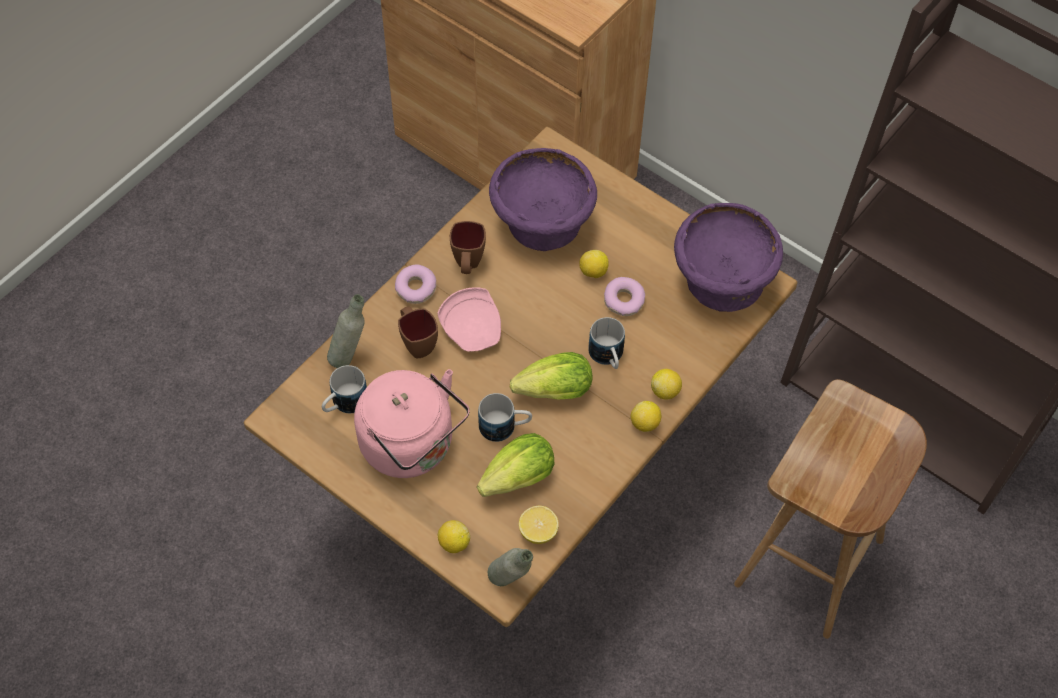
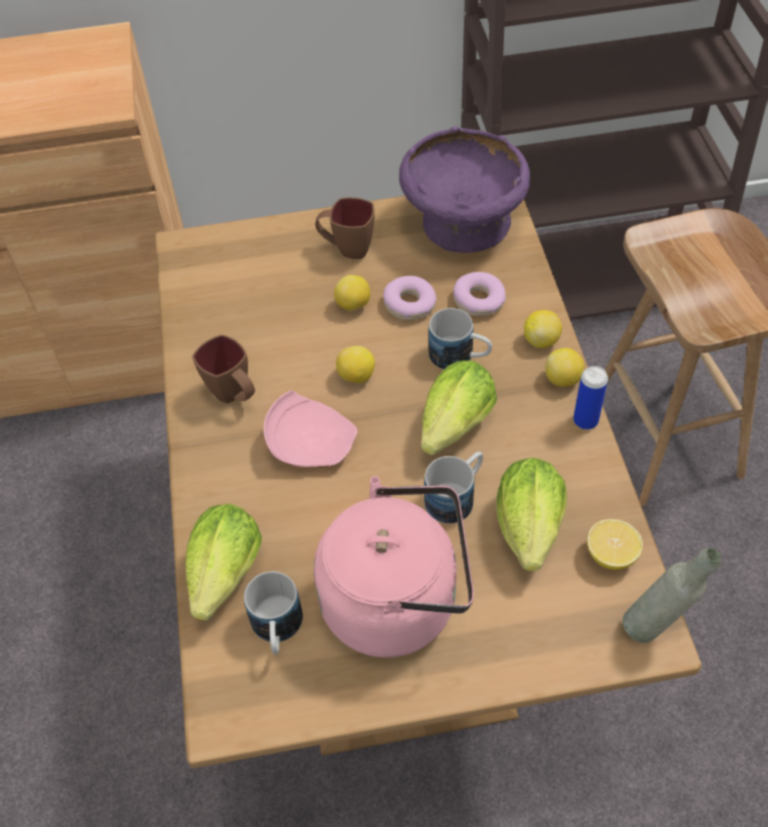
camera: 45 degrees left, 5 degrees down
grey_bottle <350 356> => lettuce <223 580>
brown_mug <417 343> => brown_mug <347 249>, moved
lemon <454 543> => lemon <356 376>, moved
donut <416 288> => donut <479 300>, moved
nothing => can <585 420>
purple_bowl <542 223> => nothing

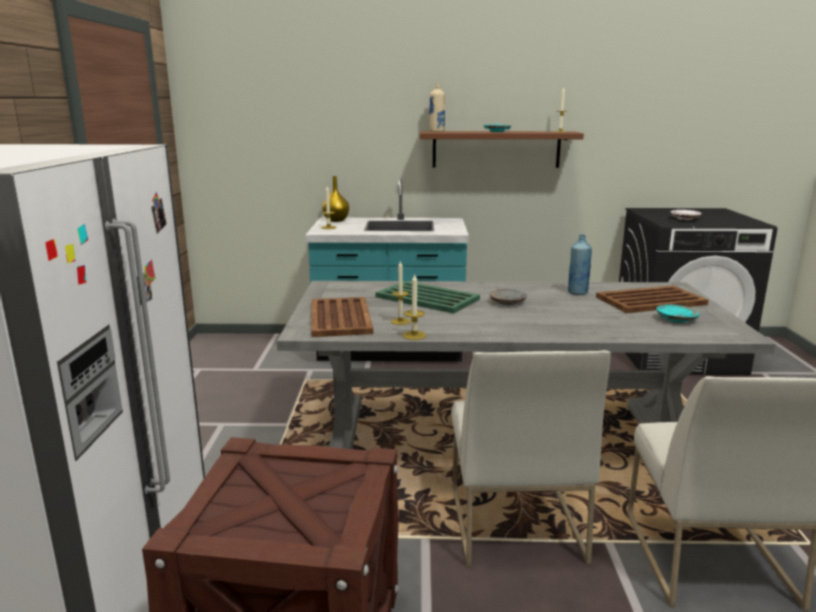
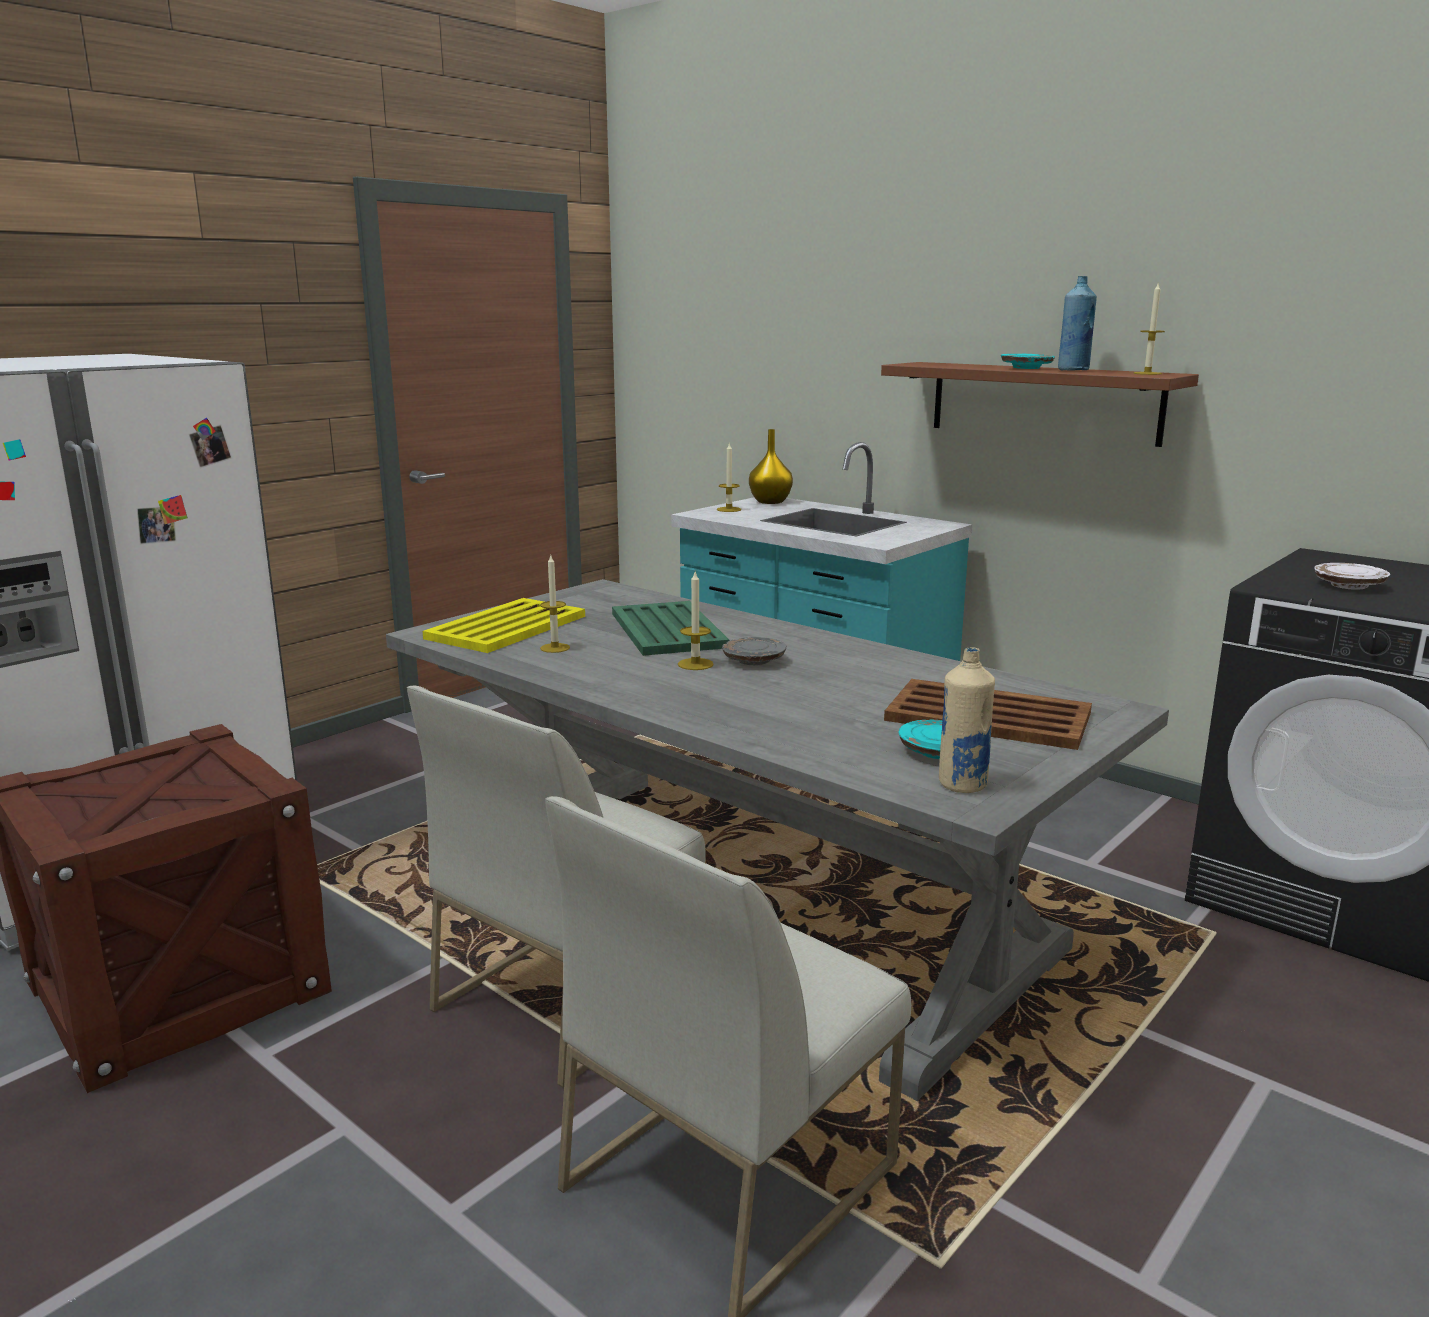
camera: 40 degrees right, 0 degrees up
brown_tray <340 317> => yellow_tray <508 627>
candle <414 335> => candle <695 664>, moved
beige_bottle <436 131> => beige_bottle <962 785>, moved
blue_bottle <577 292> => blue_bottle <1073 370>, moved

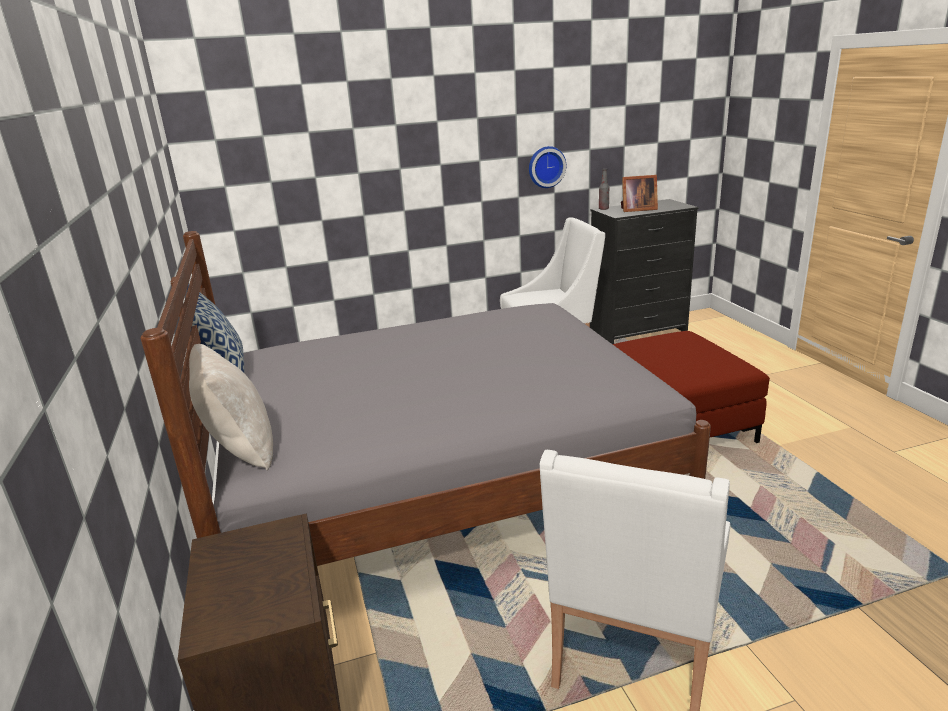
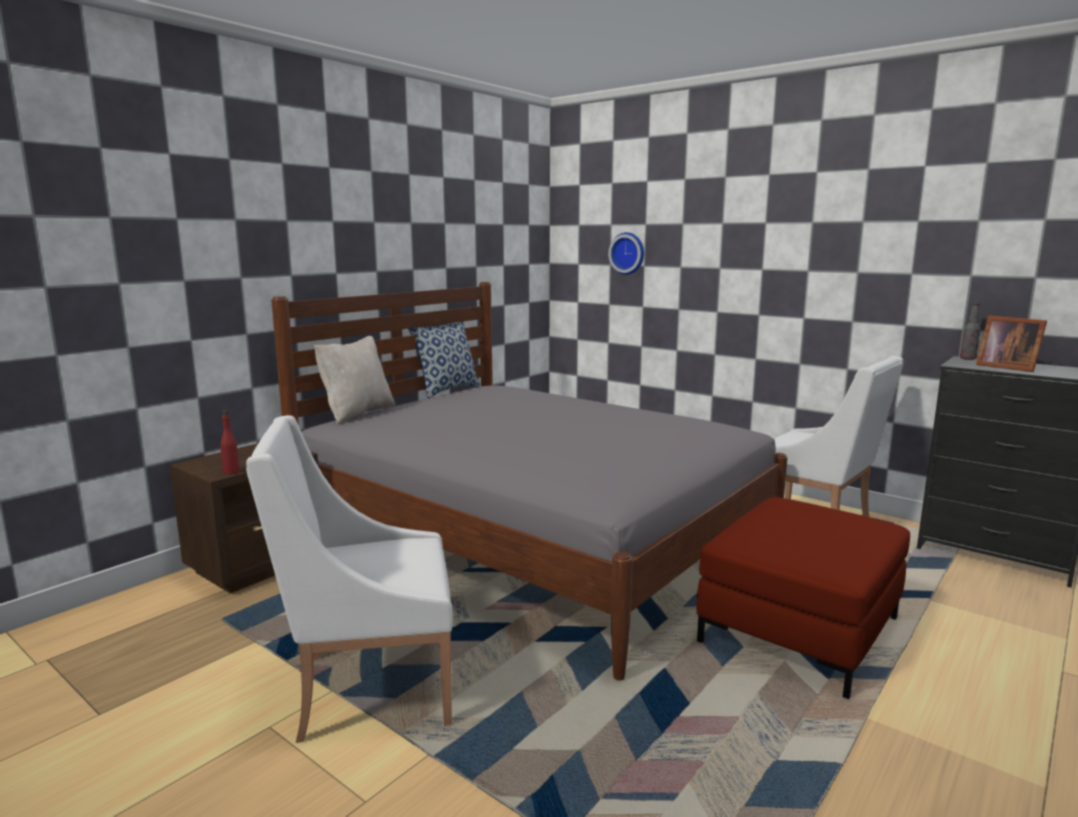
camera: 55 degrees right, 10 degrees down
nothing => red_bottle <231 472>
wall_clock <546 167> => wall_clock <628 253>, moved

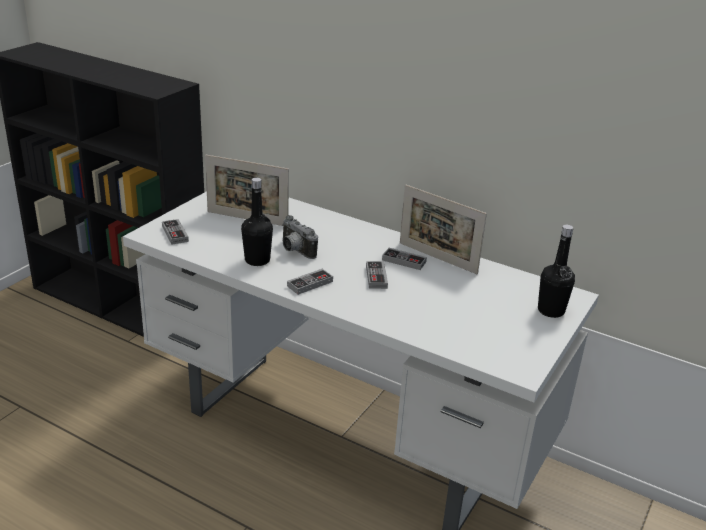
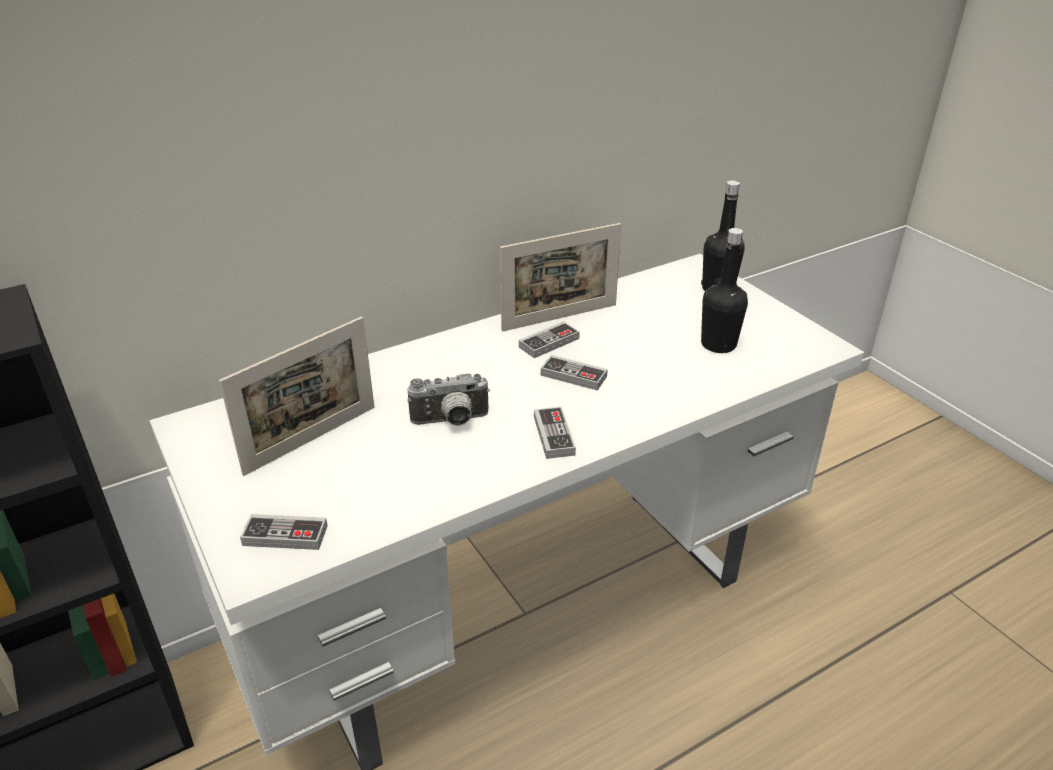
camera: 60 degrees left, 5 degrees up
black_bottle <257 260> => black_bottle <718 344>, moved

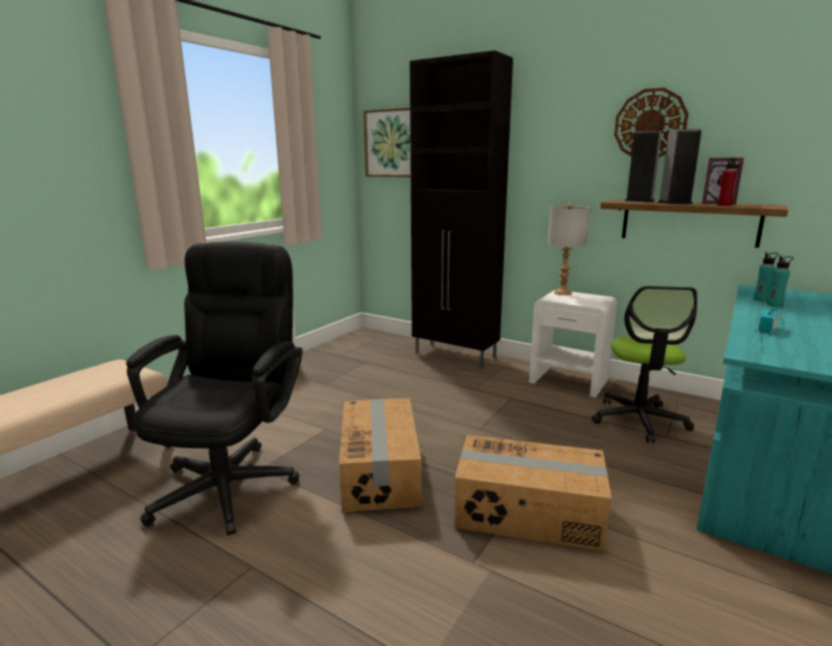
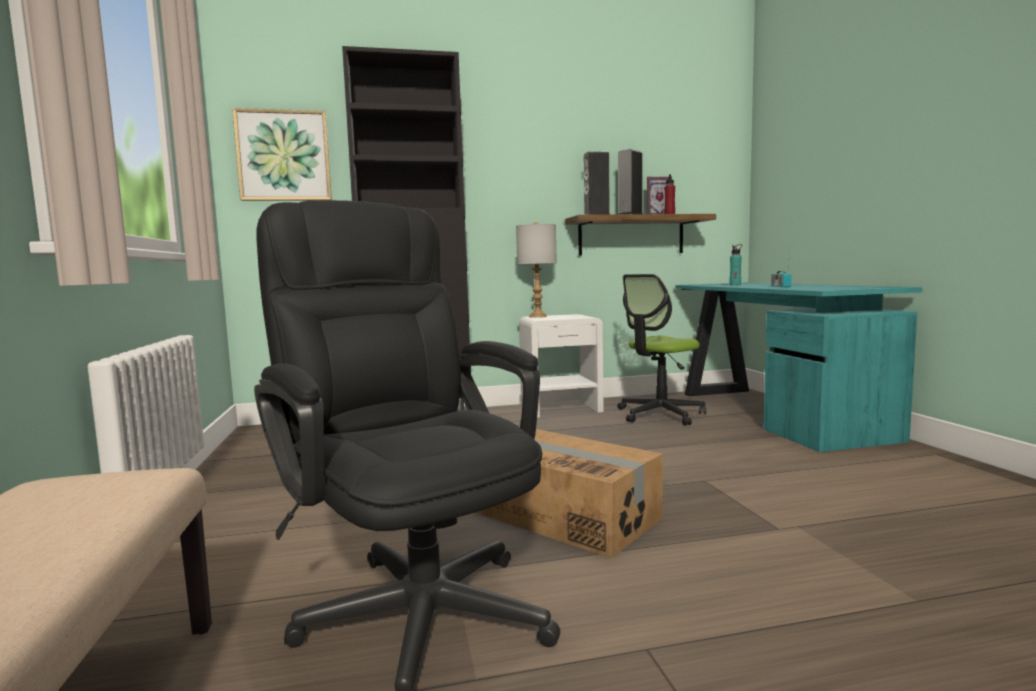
camera: 45 degrees left, 10 degrees down
office_chair <639 420> => office_chair <660 414>, 90 degrees clockwise
cardboard_box <528 513> => nothing
wall_clock <650 124> => nothing
turquoise_bottle <761 299> => nothing

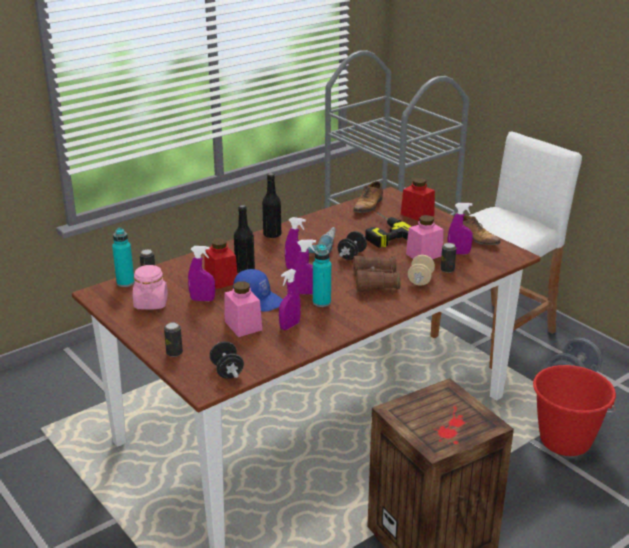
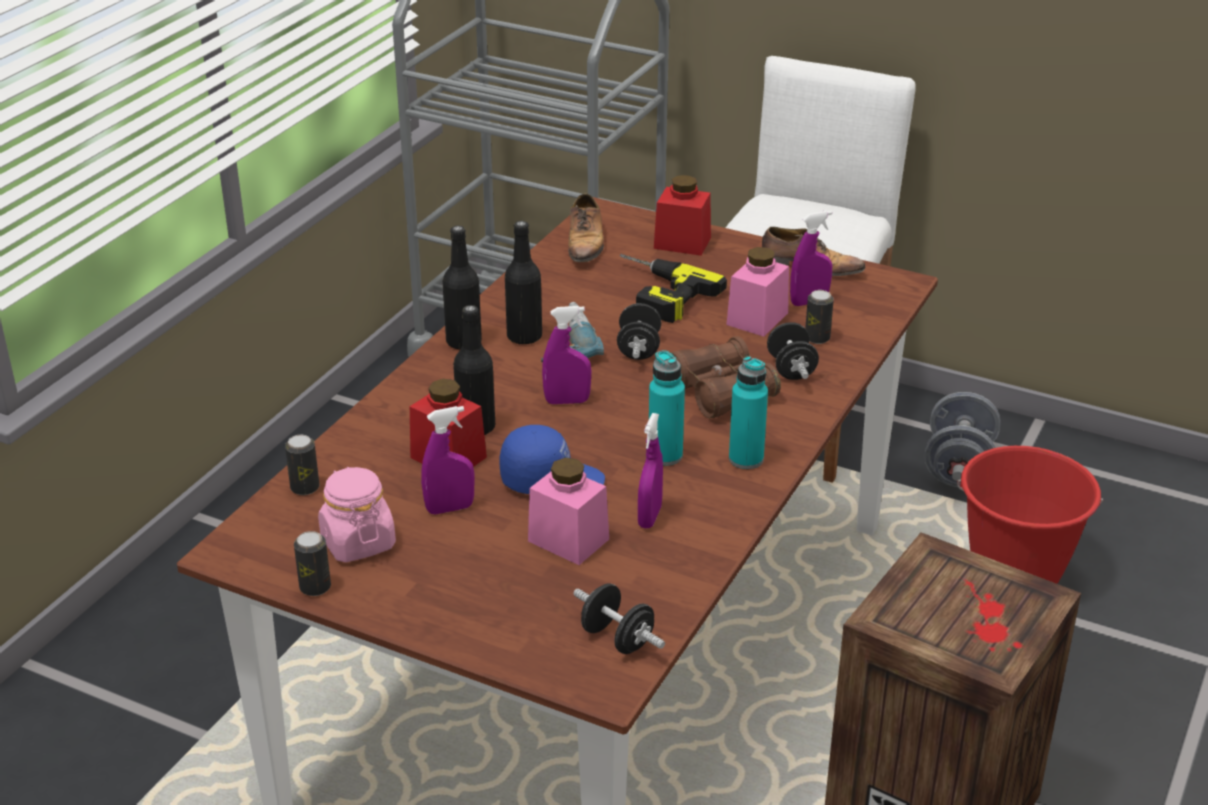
camera: 25 degrees left, 5 degrees up
can <174 353> => can <315 587>, moved
nothing => black_bottle <524 337>
turquoise_bottle <125 283> => turquoise_bottle <746 459>, moved
beige_dumbbell <420 280> => black_dumbbell <791 369>
purple_spray_bottle <306 293> => nothing

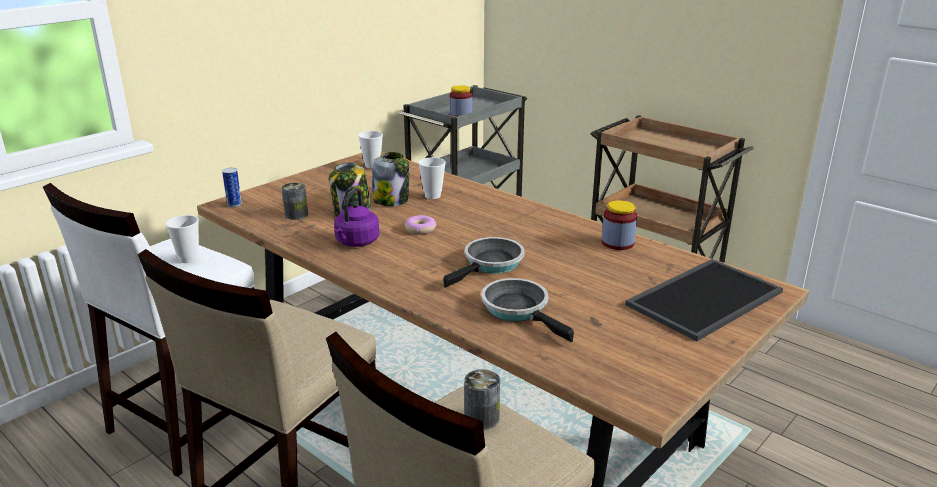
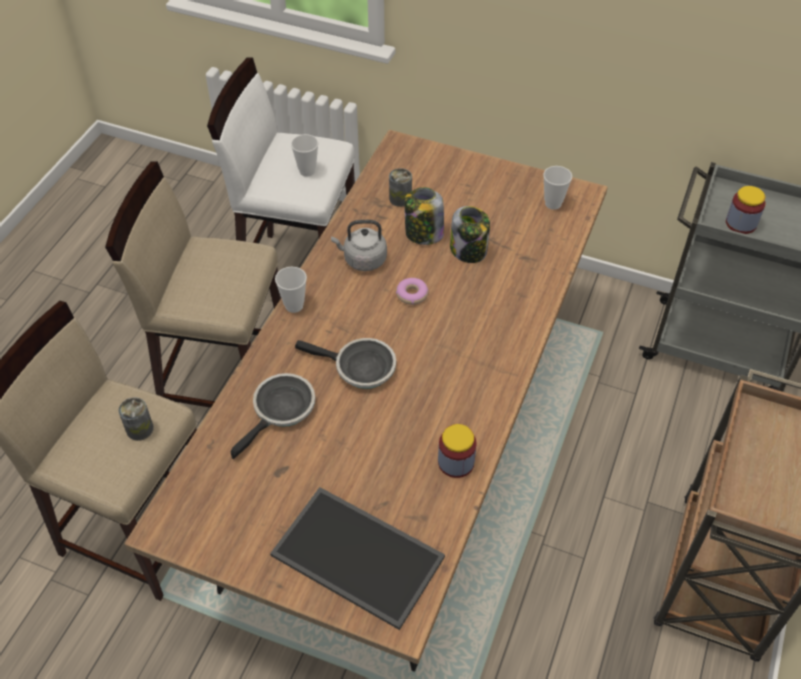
camera: 70 degrees right, 25 degrees up
cup <432 196> => cup <294 305>, moved
purple_kettle <356 242> => grey_kettle <362 260>
can <234 205> => nothing

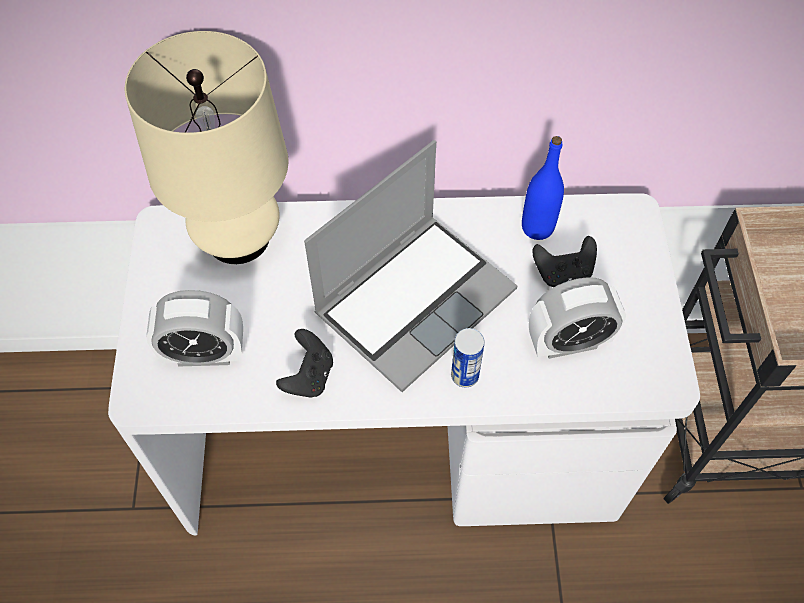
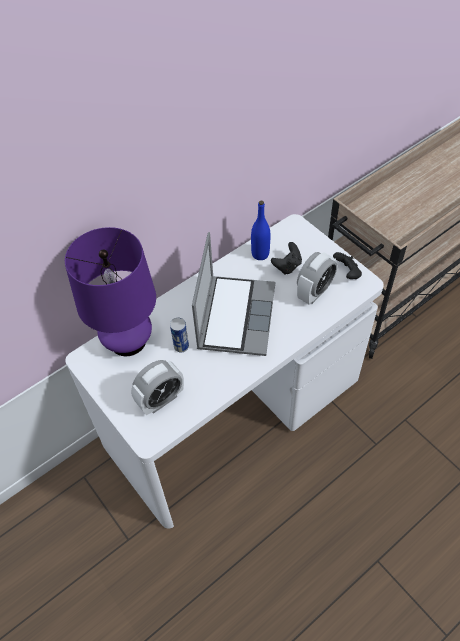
camera: 35 degrees left, 5 degrees down
beige_table_lamp <238 238> => purple_table_lamp <128 341>
can <464 375> => can <181 346>, moved
black_game_controller <309 376> => black_game_controller <347 273>, moved

